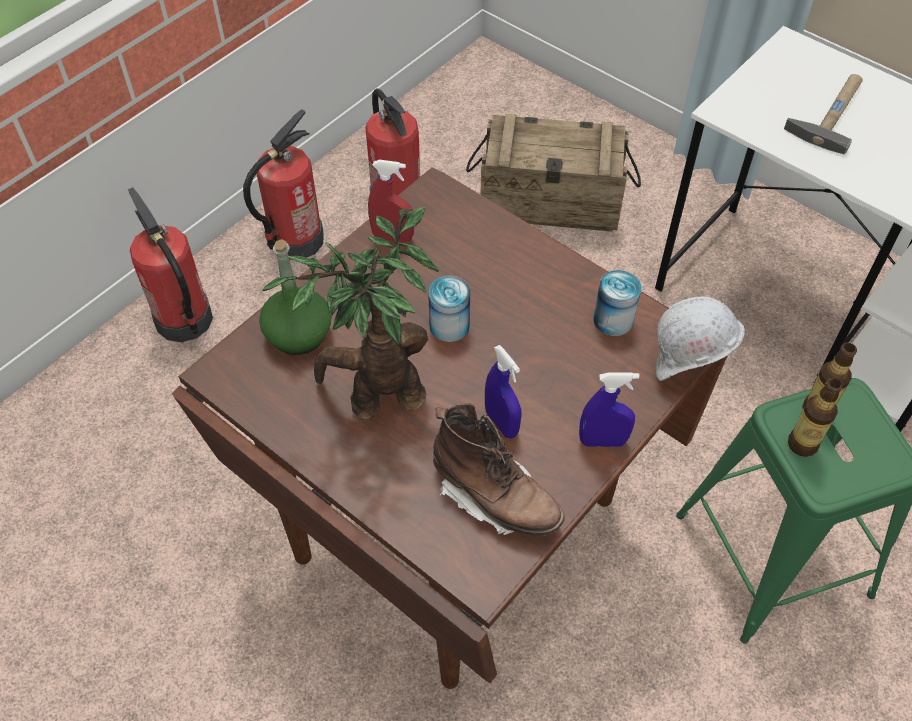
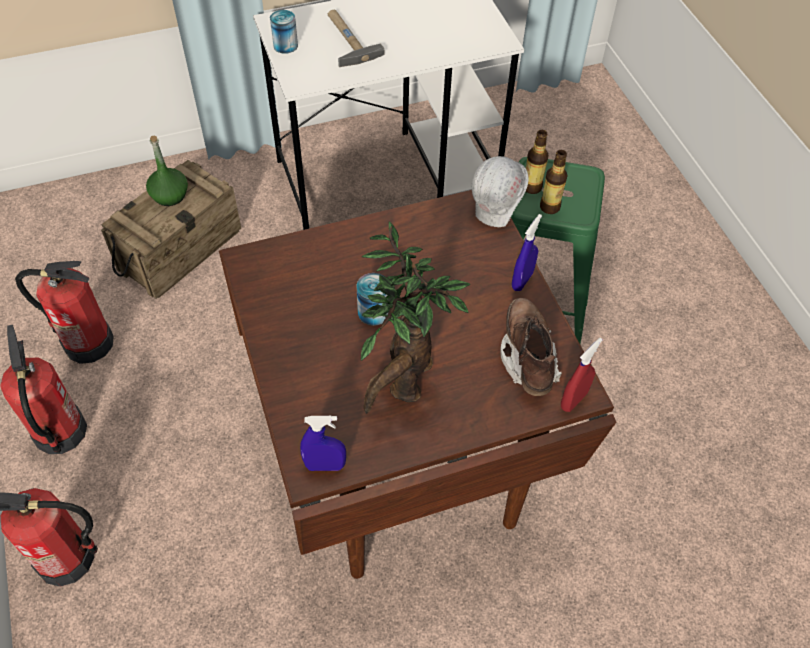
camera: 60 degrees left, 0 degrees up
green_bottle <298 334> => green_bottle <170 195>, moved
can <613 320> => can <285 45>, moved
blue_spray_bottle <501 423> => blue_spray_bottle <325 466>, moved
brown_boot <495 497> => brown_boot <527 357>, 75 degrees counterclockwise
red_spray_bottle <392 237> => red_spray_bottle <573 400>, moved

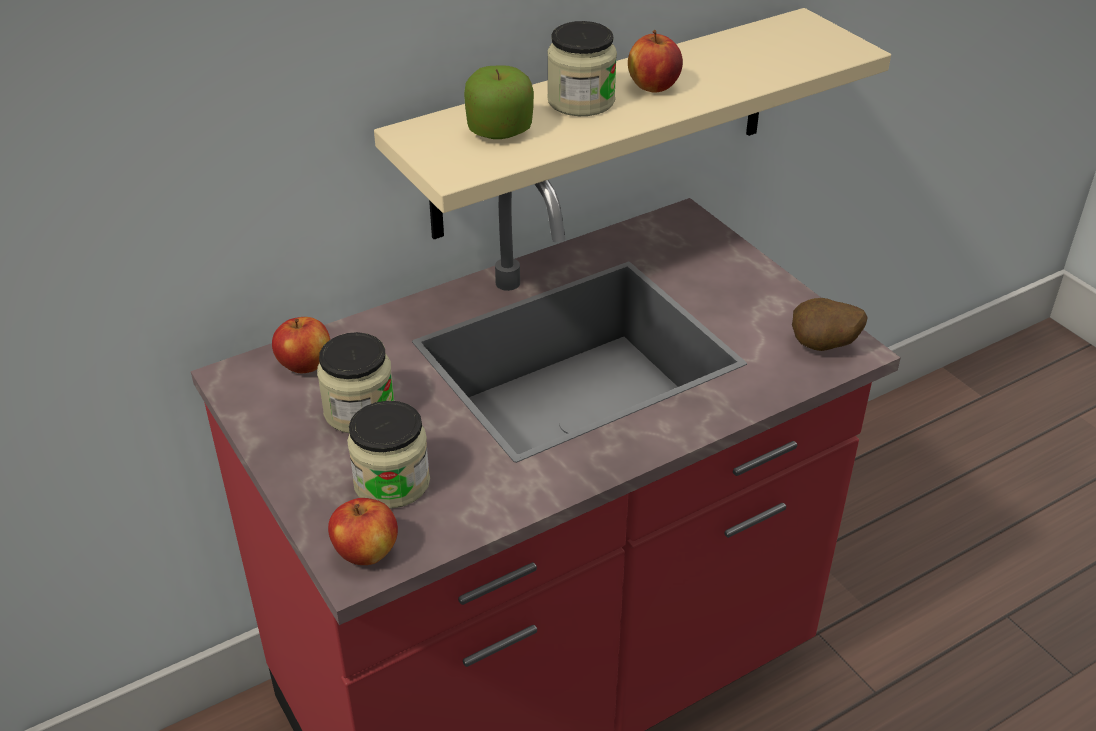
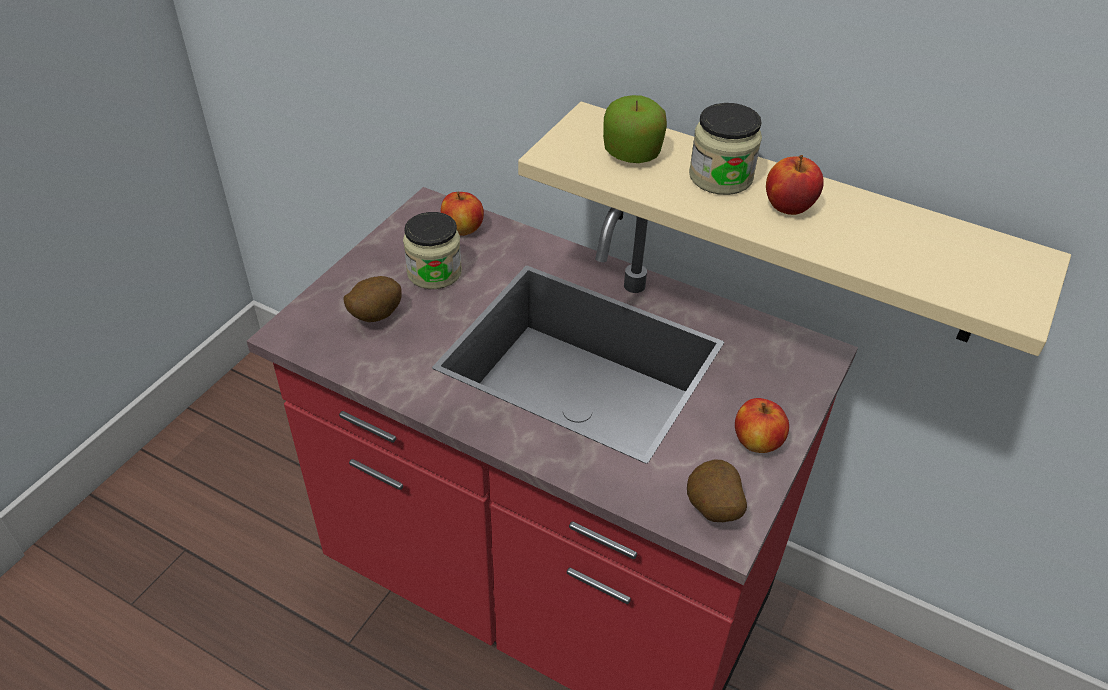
camera: 60 degrees right, 5 degrees up
jar <392 482> => potato <374 316>
apple <366 552> => apple <757 442>, moved

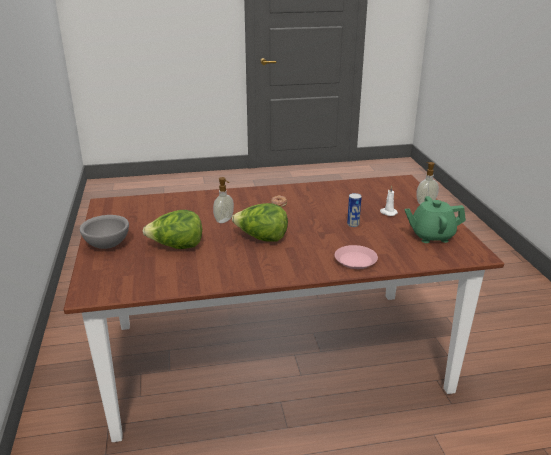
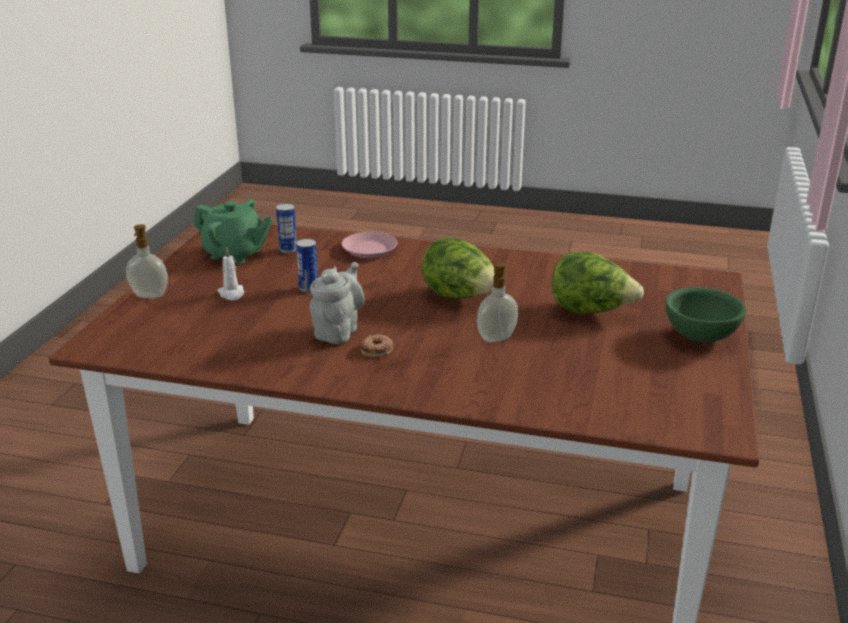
camera: 155 degrees left, 0 degrees up
nothing => can <288 250>
nothing => grey_teapot <338 331>
grey_bowl <108 245> => green_bowl <699 336>

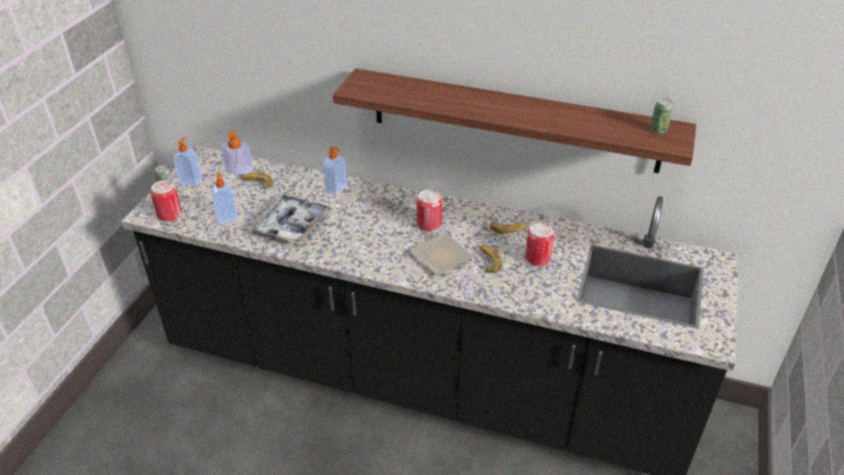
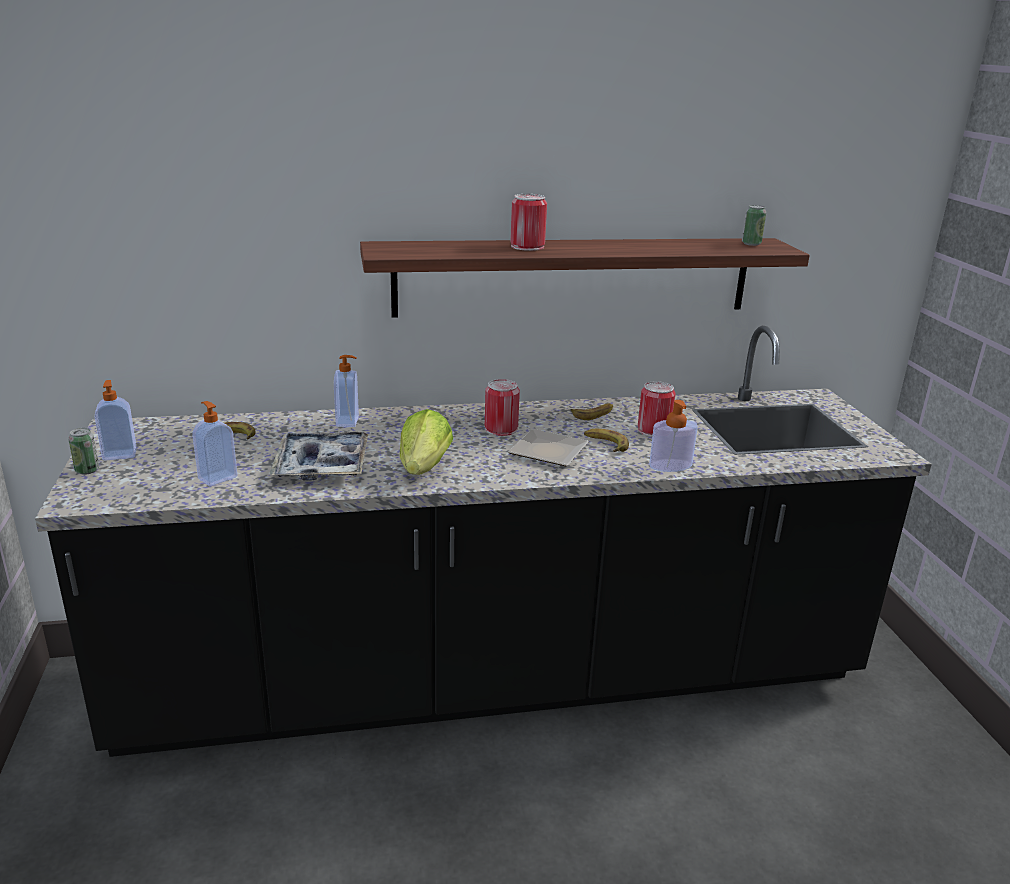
camera: 30 degrees left, 15 degrees down
nothing => lettuce <423 468>
can <169 214> => can <527 246>, moved
soap_dispenser <239 169> => soap_dispenser <670 466>, moved

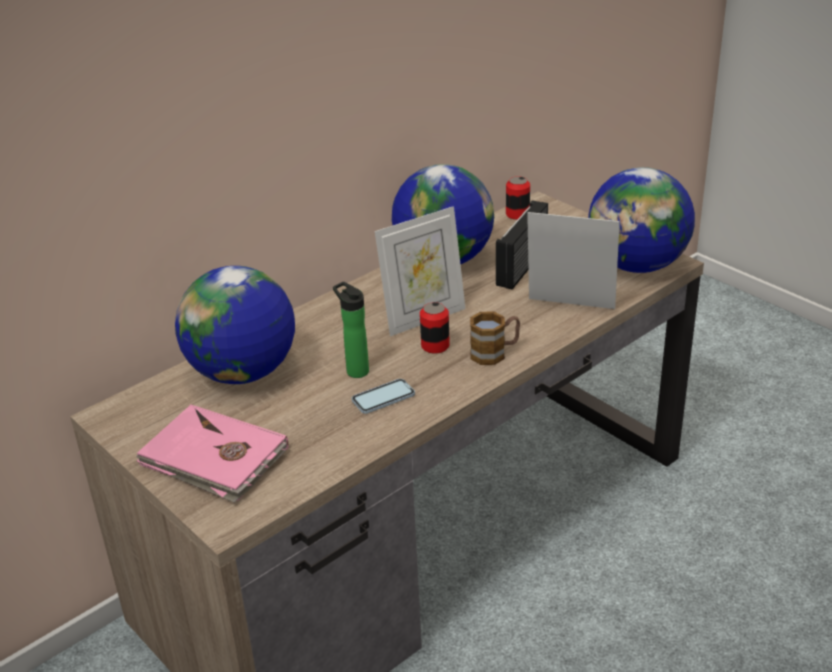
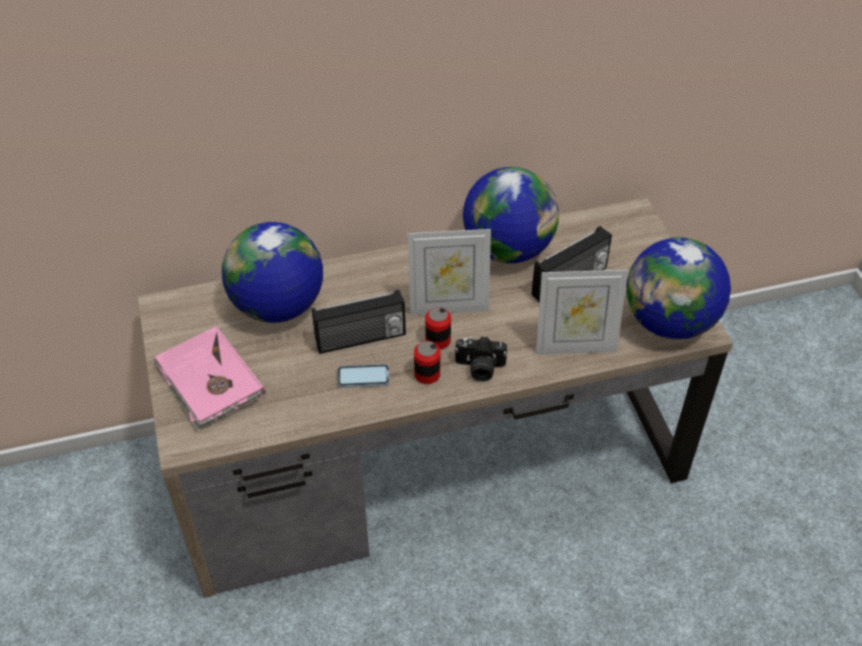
camera: 25 degrees right, 15 degrees up
bottle <355 370> => radio <361 339>
can <517 214> => can <427 374>, moved
mug <495 353> => photo_camera <479 368>
picture_frame <570 308> => picture_frame <575 346>, 135 degrees clockwise

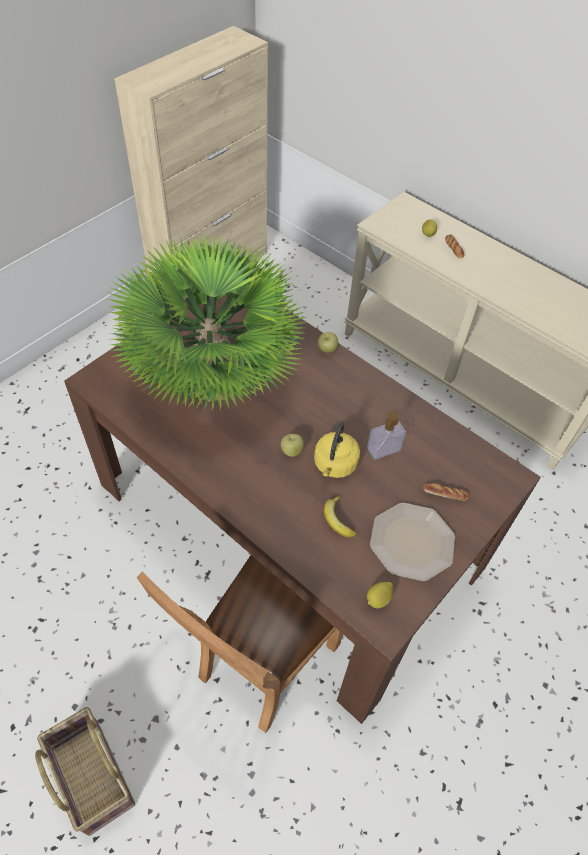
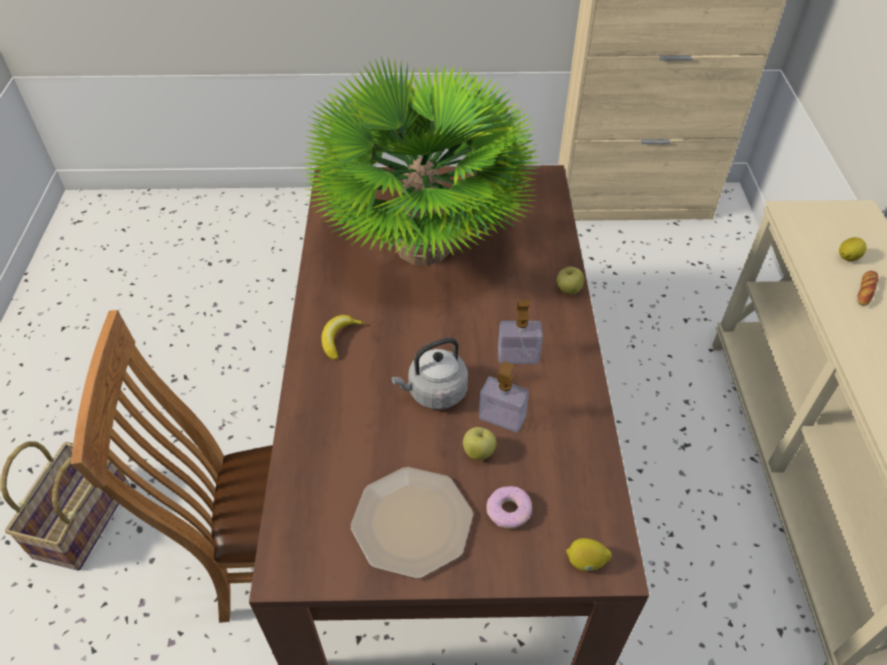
camera: 50 degrees right, 5 degrees down
banana <337 520> => banana <339 339>, moved
yellow_kettle <334 465> => grey_kettle <434 392>
apple <291 451> => apple <478 452>, moved
bread <445 494> => donut <509 511>
nothing => soap_dispenser <518 356>
lemon <378 599> => lemon <585 562>, moved

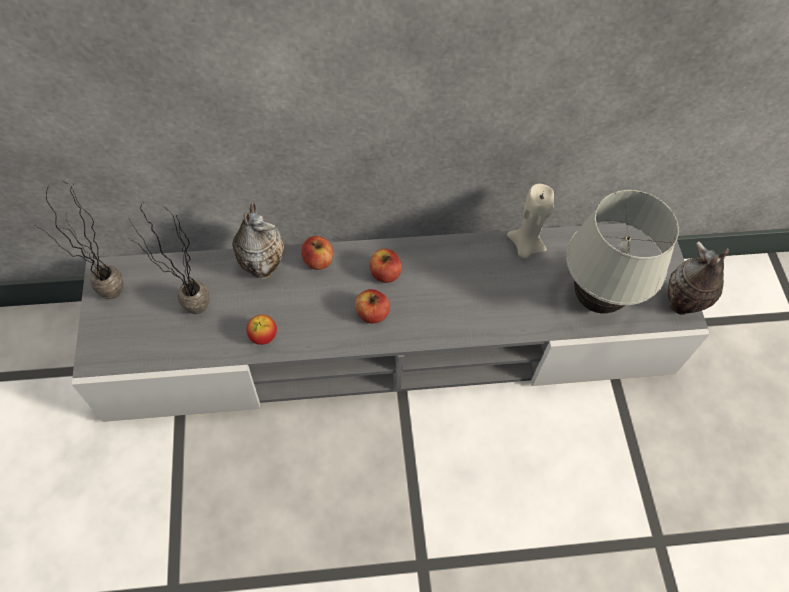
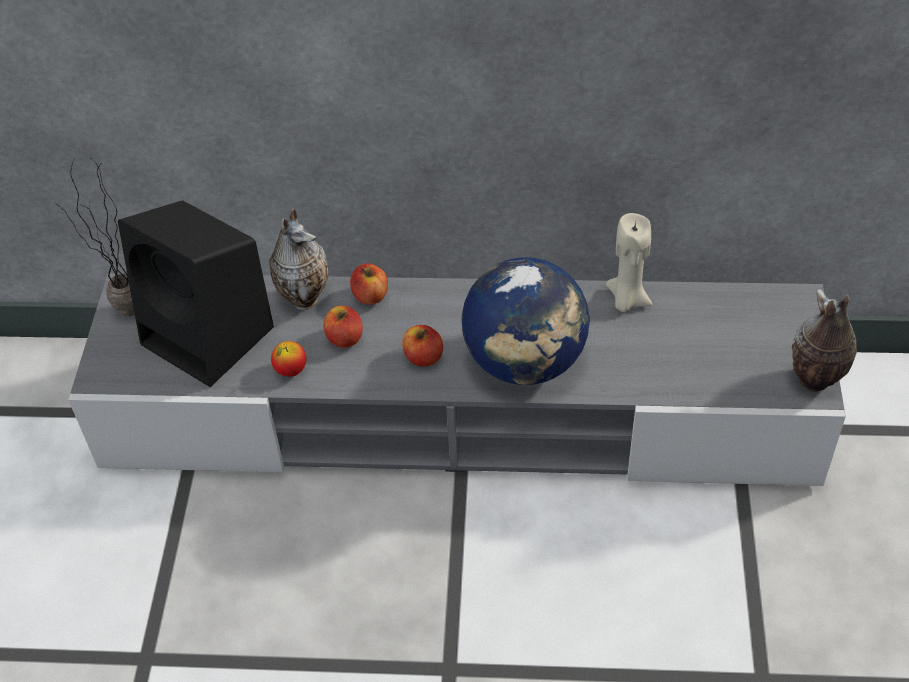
camera: 15 degrees right, 10 degrees down
potted_plant <188 311> => black_speaker <211 336>
apple <385 273> => apple <344 338>, moved
nothing => globe <525 362>
white_table_lamp <595 300> => nothing

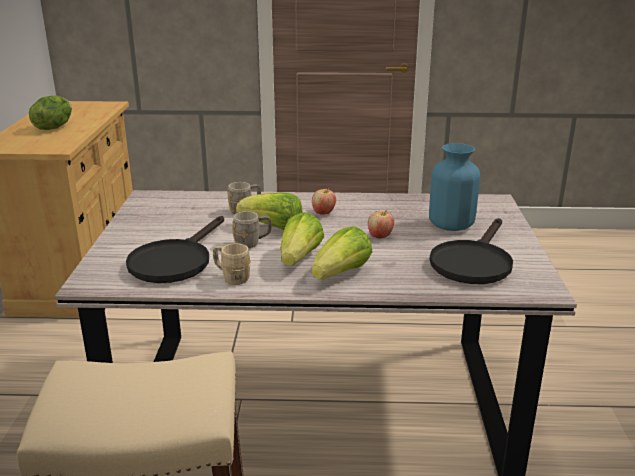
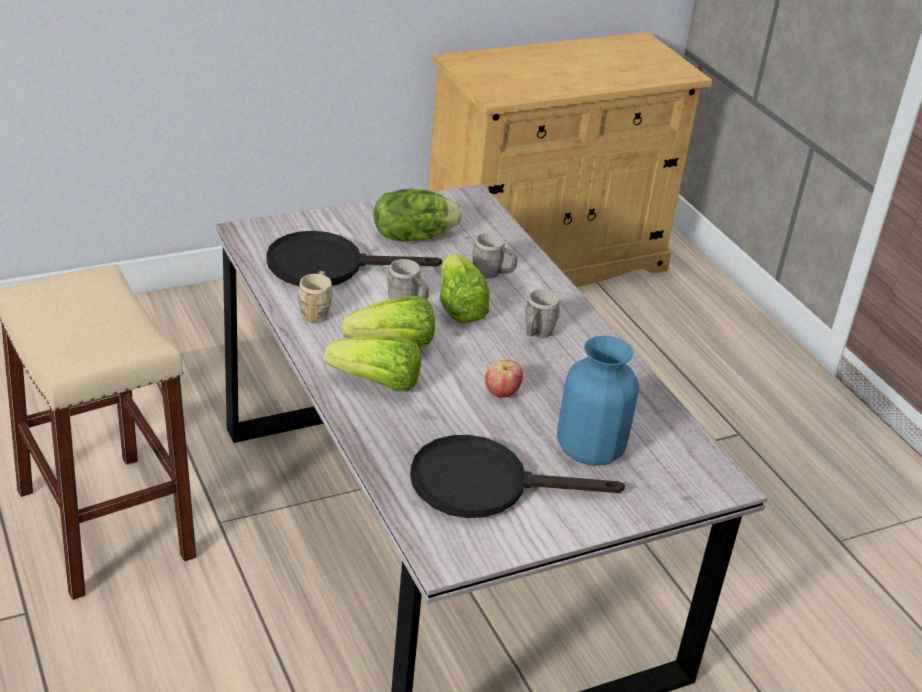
camera: 60 degrees right, 10 degrees up
lettuce <53 127> => lettuce <412 236>, moved
apple <323 212> => grey_mug <536 333>

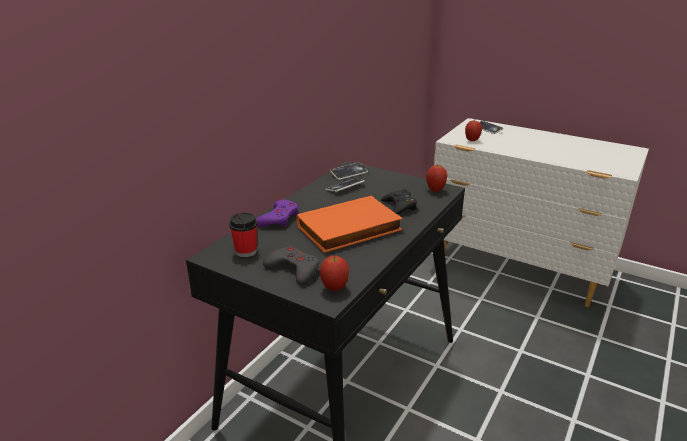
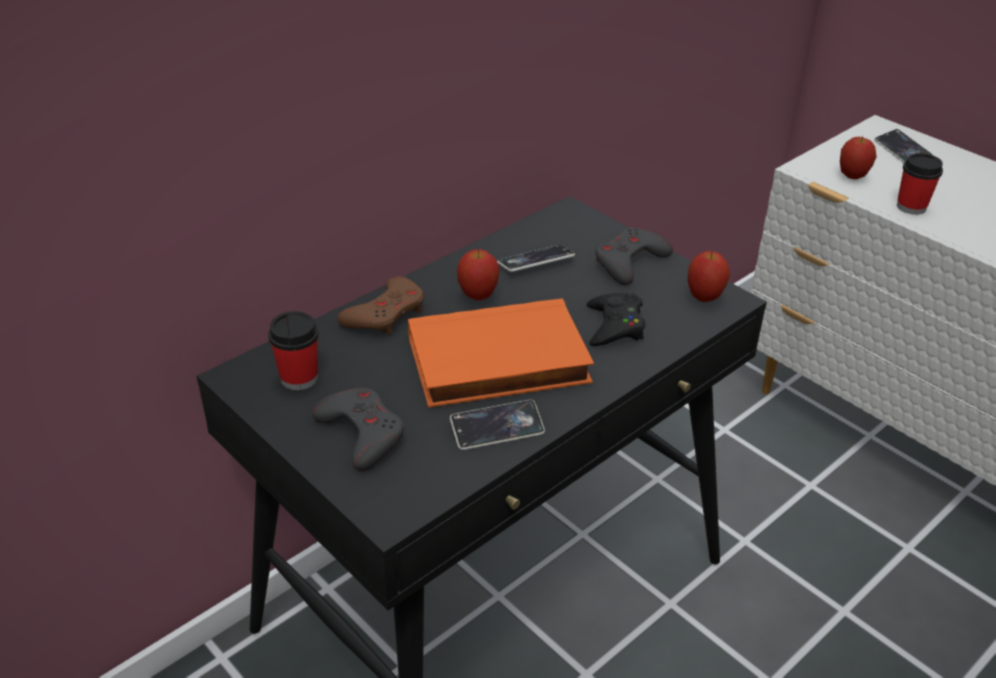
camera: 15 degrees right, 10 degrees up
purple_game_controller <279 218> => brown_game_controller <386 314>
phone <349 173> => phone <497 429>, moved
apple <334 288> => apple <478 296>, moved
nothing => grey_game_controller <629 262>
nothing => cup <911 207>

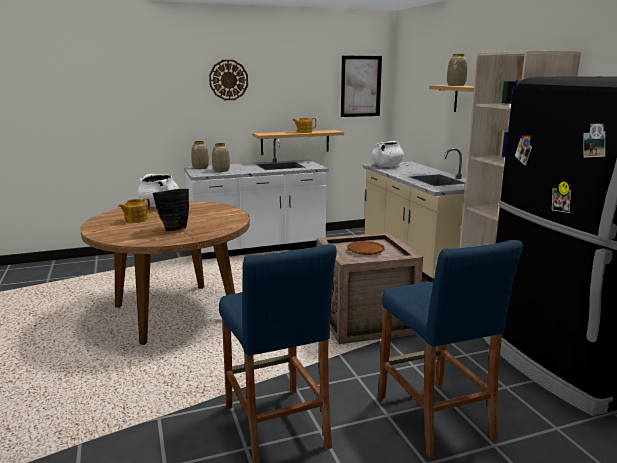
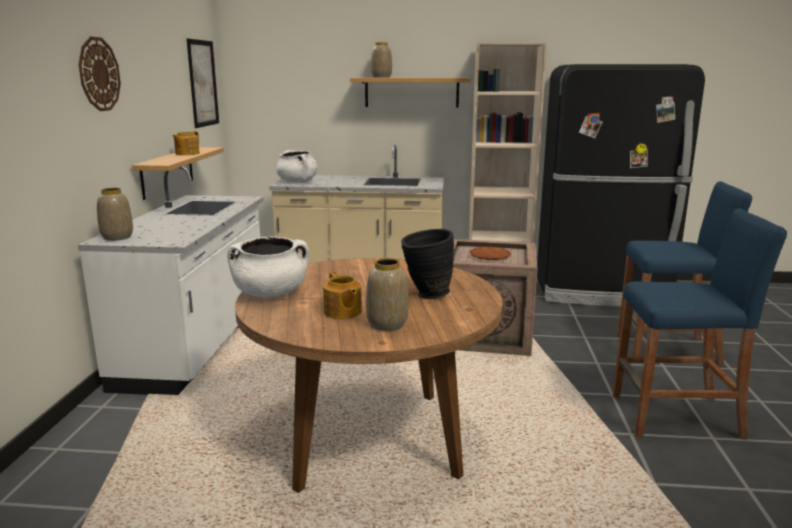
camera: 65 degrees left, 0 degrees up
vase <221 170> => vase <386 324>, moved

